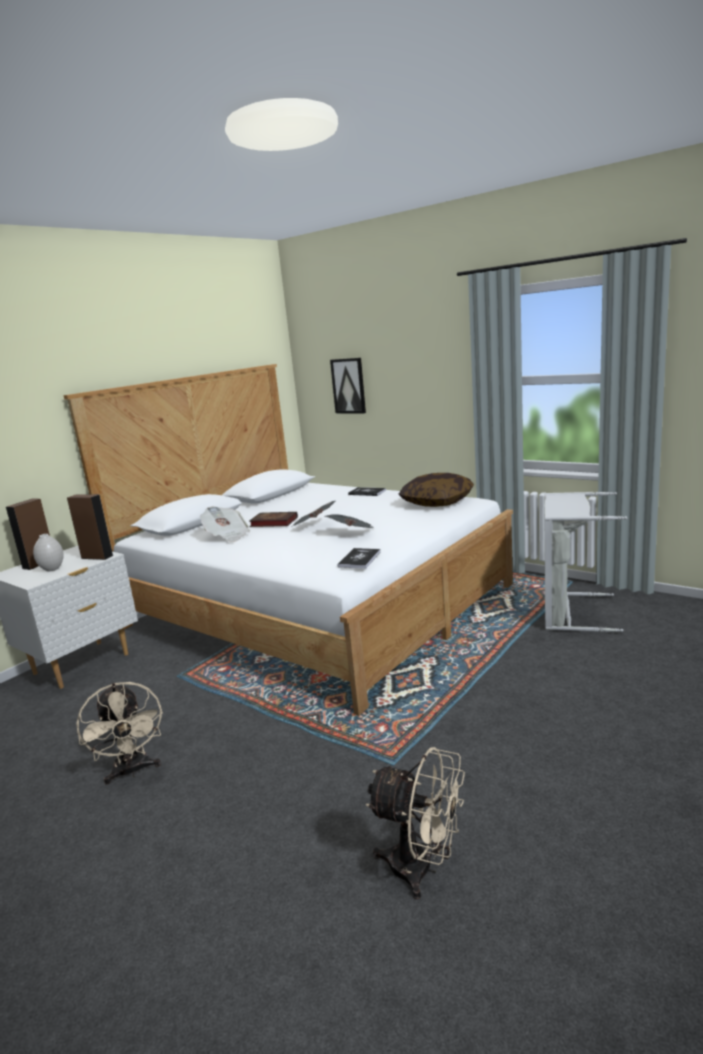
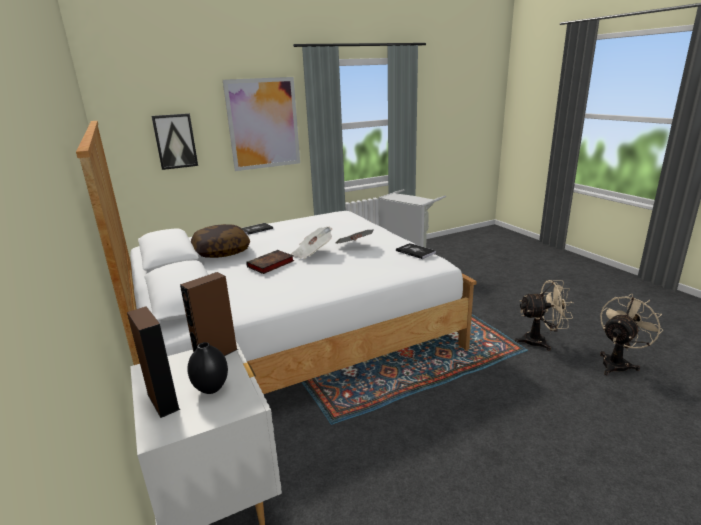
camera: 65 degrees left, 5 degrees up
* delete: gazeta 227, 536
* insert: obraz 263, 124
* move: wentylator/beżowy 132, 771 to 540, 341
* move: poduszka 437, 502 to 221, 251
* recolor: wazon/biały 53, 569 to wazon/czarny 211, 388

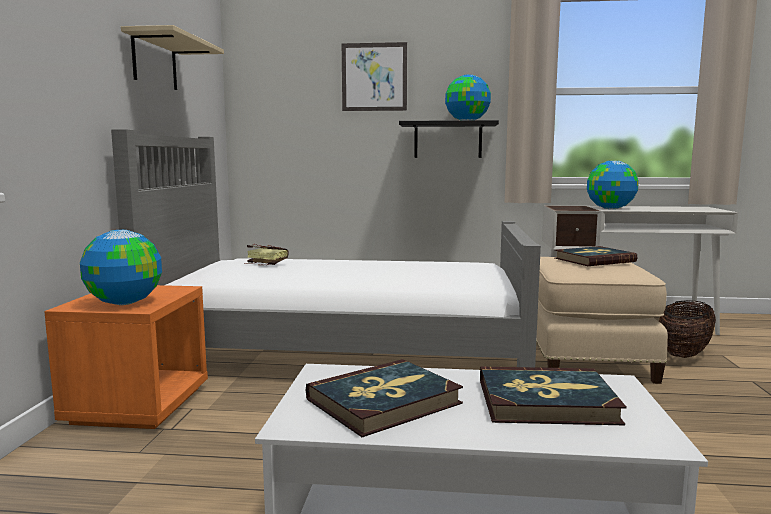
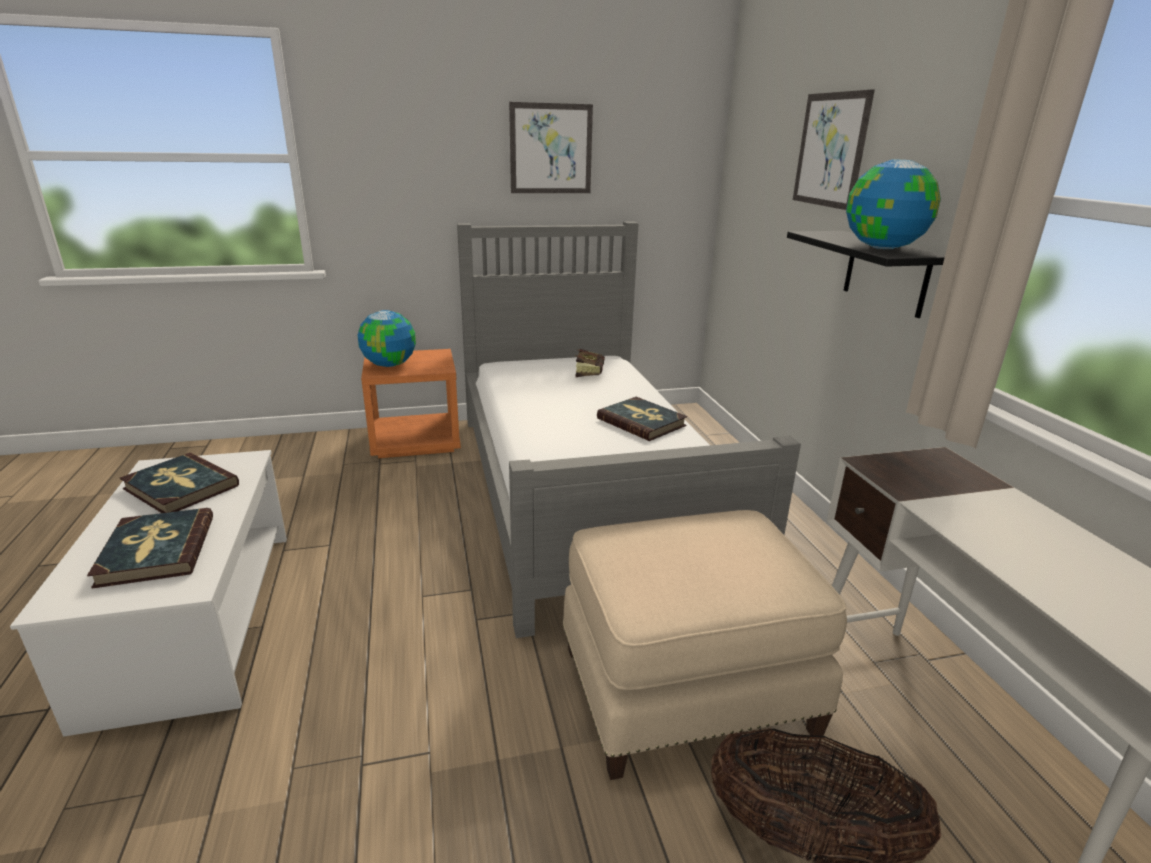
camera: 70 degrees right, 15 degrees up
* delete: globus 610, 208
* move: książka 594, 260 to 641, 422
* replace: półka/beżowy 154, 62 to obraz 551, 149

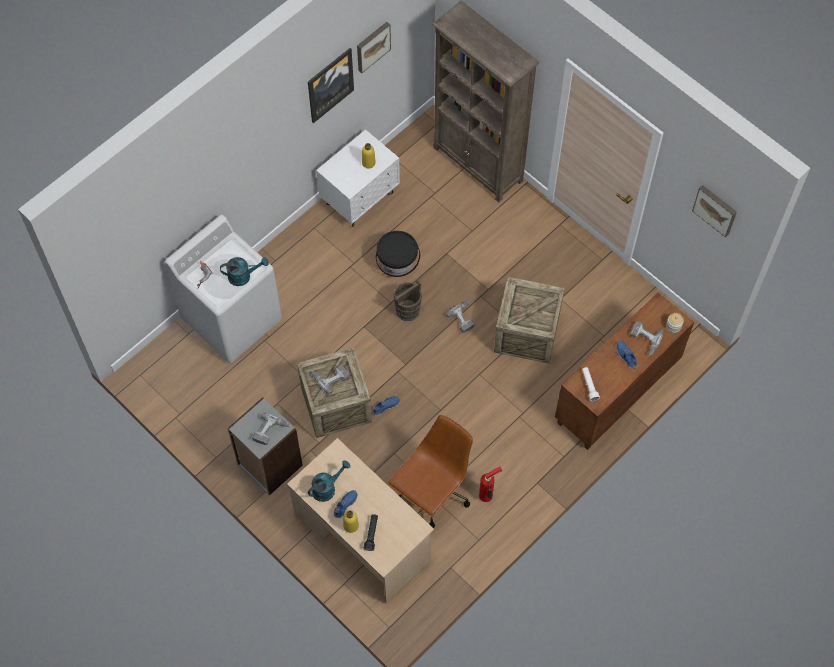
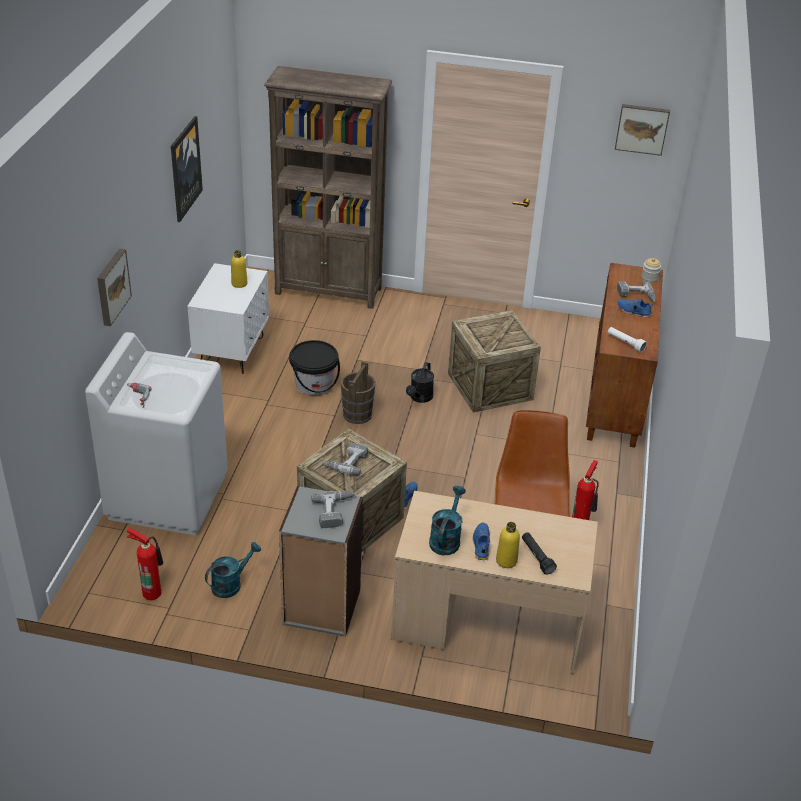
camera: 35 degrees left, 25 degrees down
* insert: gaśnica 152, 591
* move: konewka/turkusowy 243, 276 to 231, 584
* move: obraz 372, 46 to 111, 286
* replace: wiertarka 464, 317 to konewka/czarny 420, 398

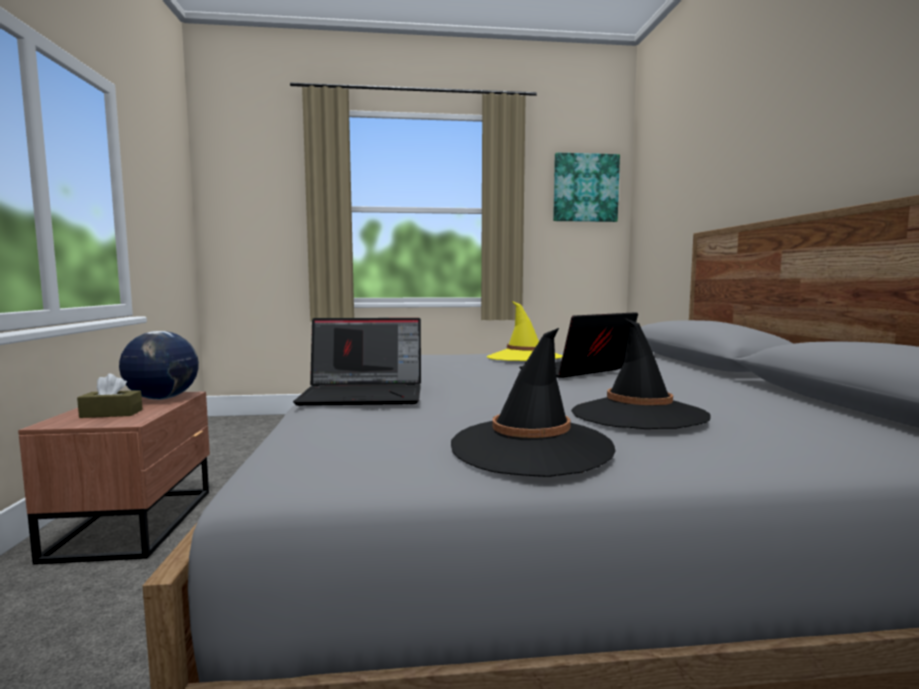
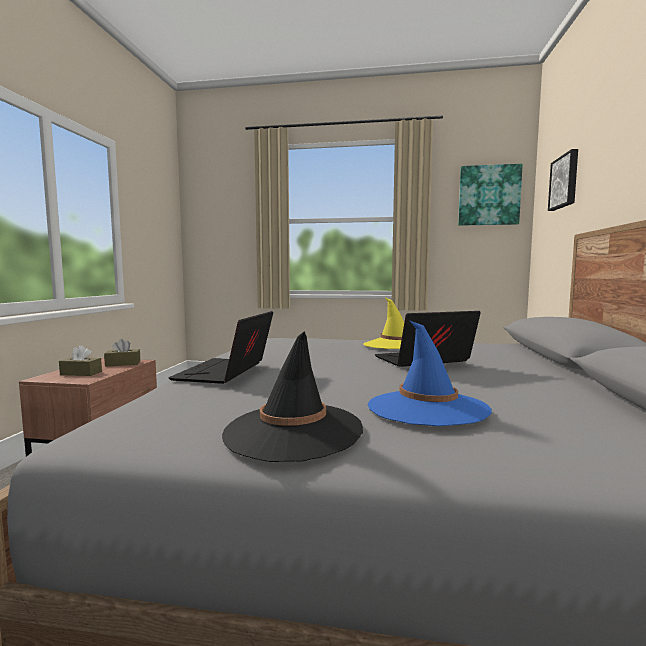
camera: 15 degrees right, 0 degrees up
* insert: obraz 565, 181
* replace: globus 163, 398 to pudełko chusteczek/brązowy 123, 364
* recolor: kapelusz/czarny 637, 415 to kapelusz/niebieski 427, 408
* rotate: laptop 365, 395 = 226, 372 90 degrees clockwise

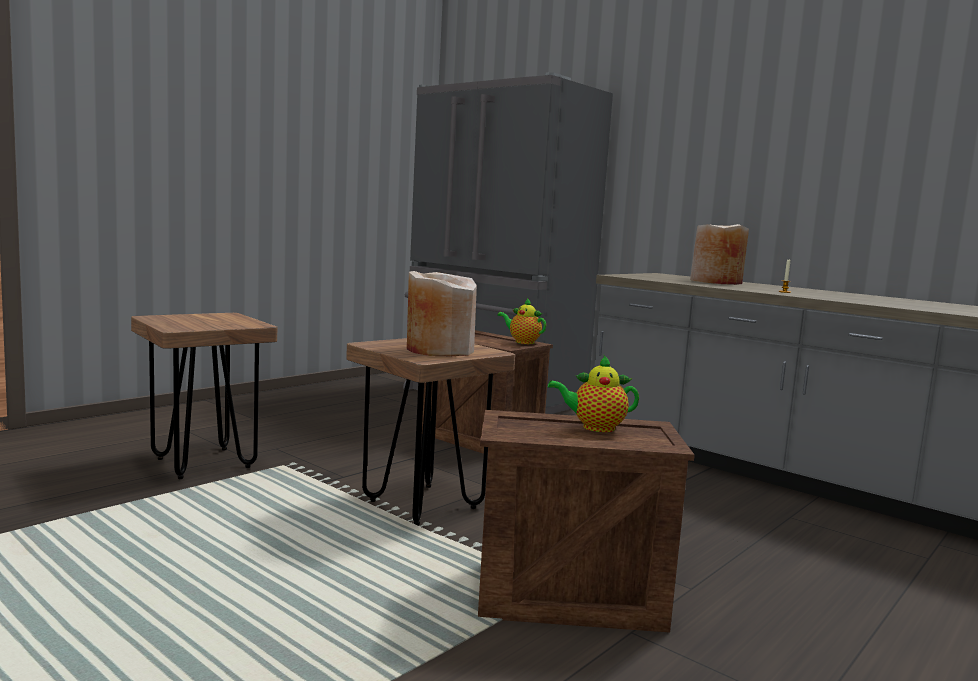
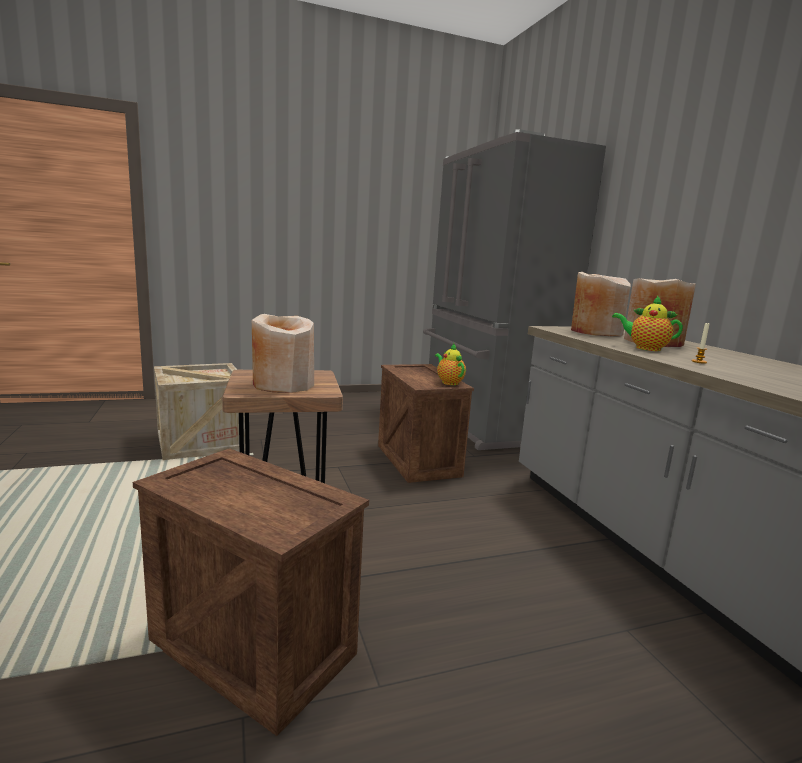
camera: 30 degrees right, 5 degrees up
* insert: wazon/beżowy 595, 332
* move: imbryk 594, 427 to 645, 348
* replace: stołek/brązowy 204, 463 to skrzynka 201, 442

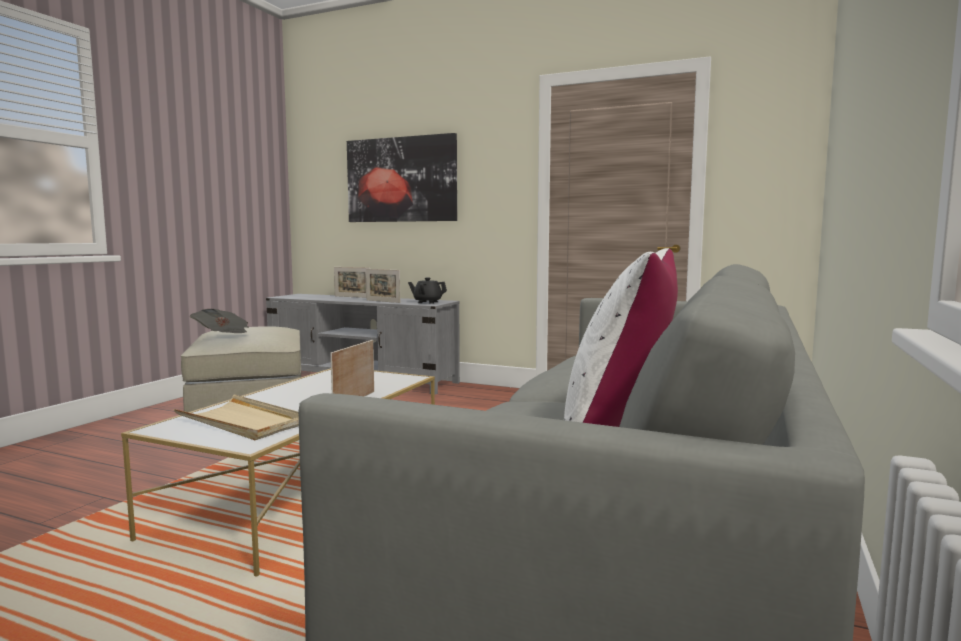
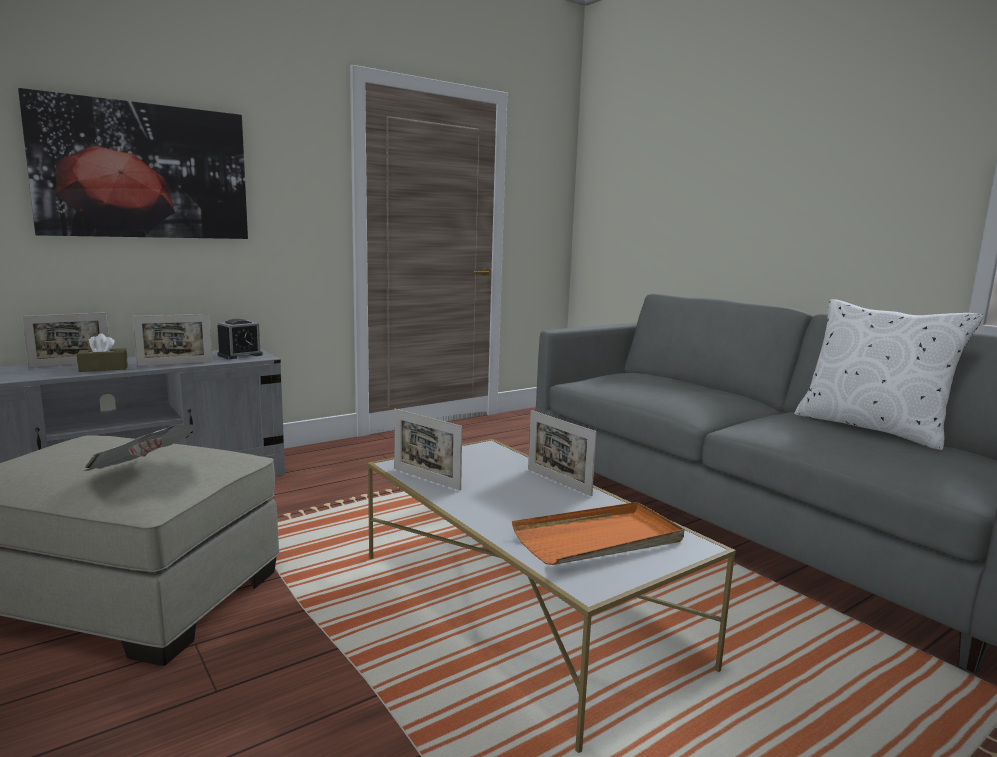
camera: 60 degrees left, 5 degrees up
* insert: pudełko chusteczek/brązowy 103, 368
* insert: ramka na zdjęcie 426, 479
* replace: imbryk/czarny 427, 302 to budzik 240, 355
* recolor: taca/beżowy 243, 422 to taca/pomarańczowy 599, 539

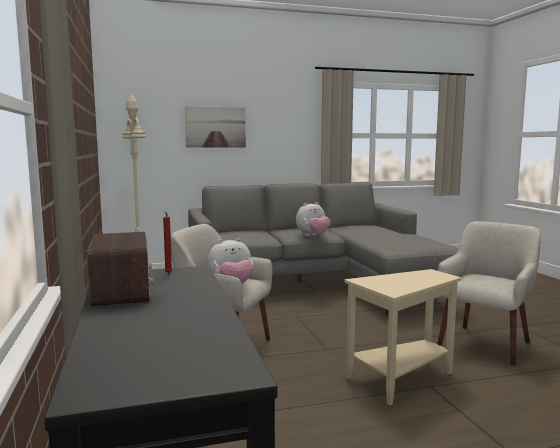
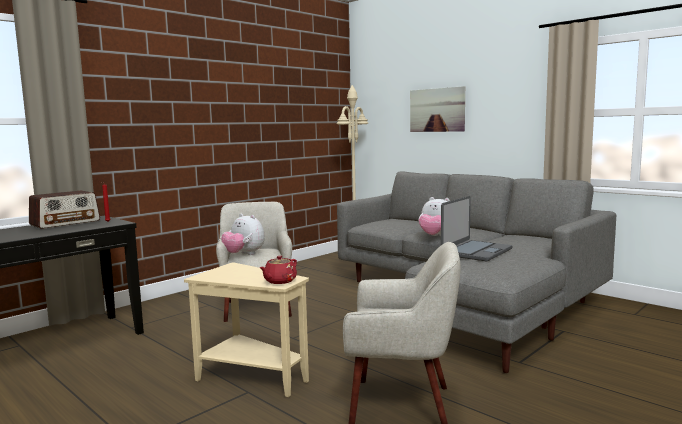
camera: 60 degrees right, 0 degrees up
* insert: imbryk/czerwony 279, 281
* insert: laptop 476, 252

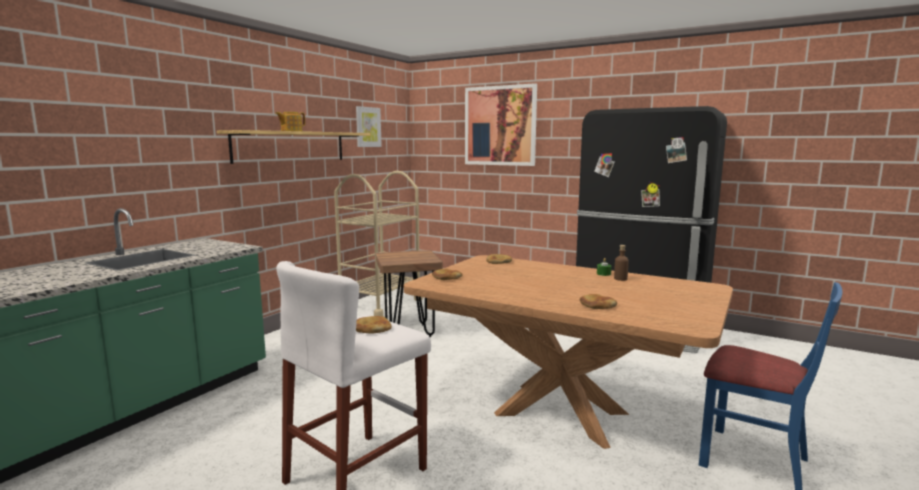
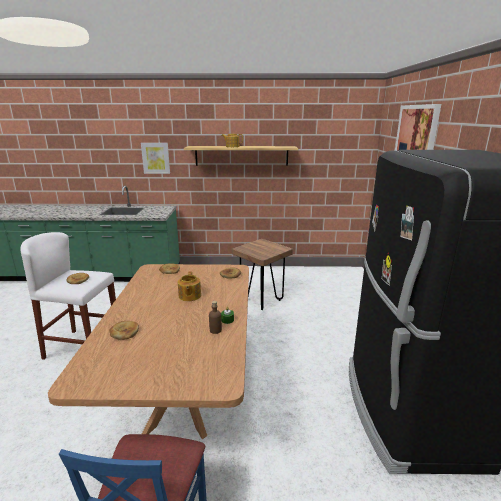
camera: 60 degrees right, 10 degrees up
* delete: wózek/beżowy 380, 304
* insert: imbryk 189, 296
* move: obraz 368, 127 to 156, 158

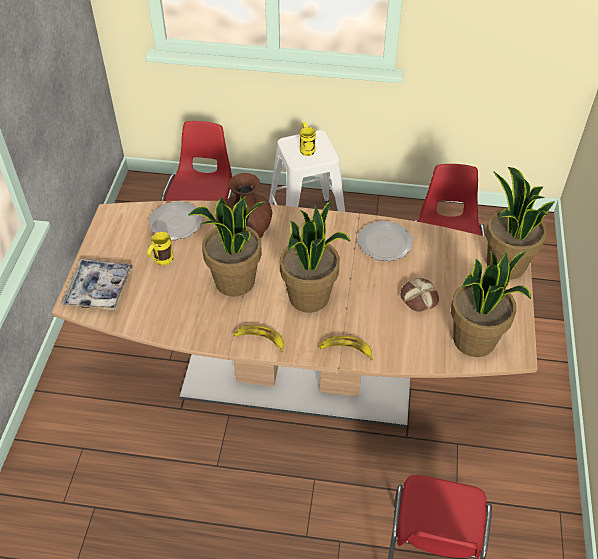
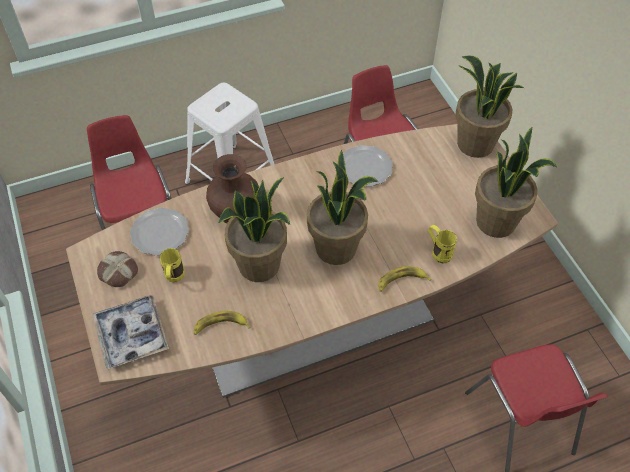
camera: 30 degrees left, 5 degrees up
* move: banan 259, 339 to 220, 326
* move: kubek/żółty 306, 148 to 438, 252
* move: chleb 418, 298 to 117, 272

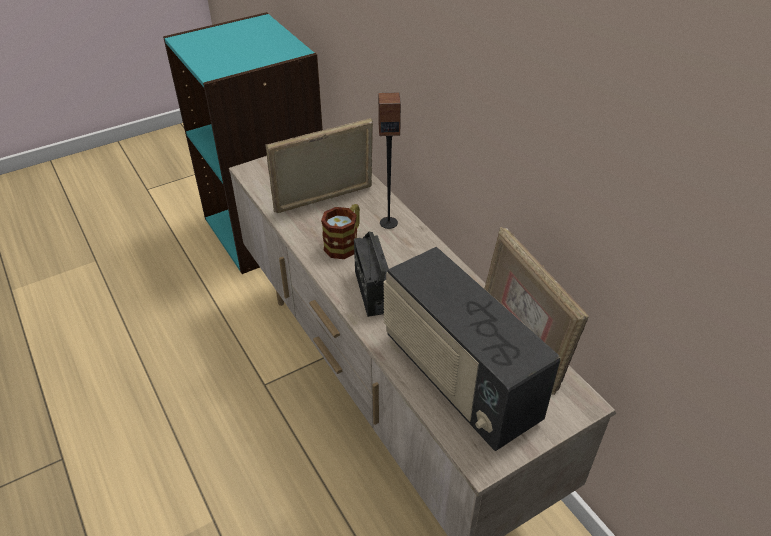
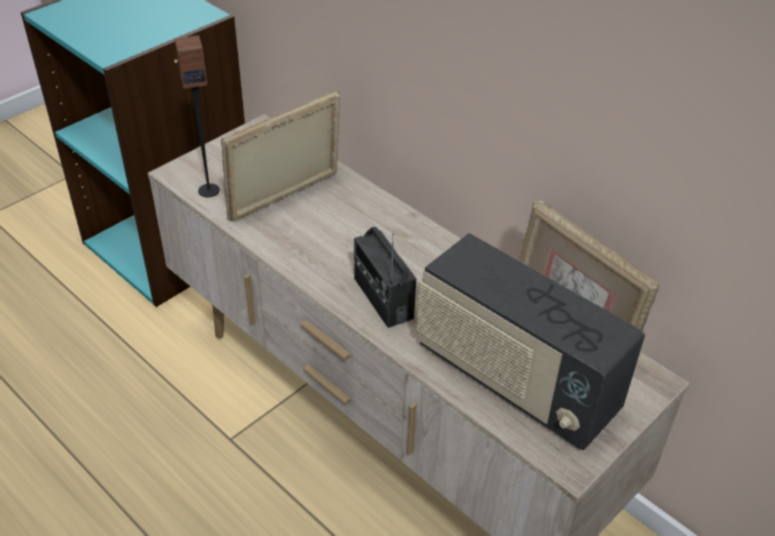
camera: 15 degrees left, 0 degrees up
* delete: kubek 345, 243
* move: głośnik 388, 222 to 209, 190

